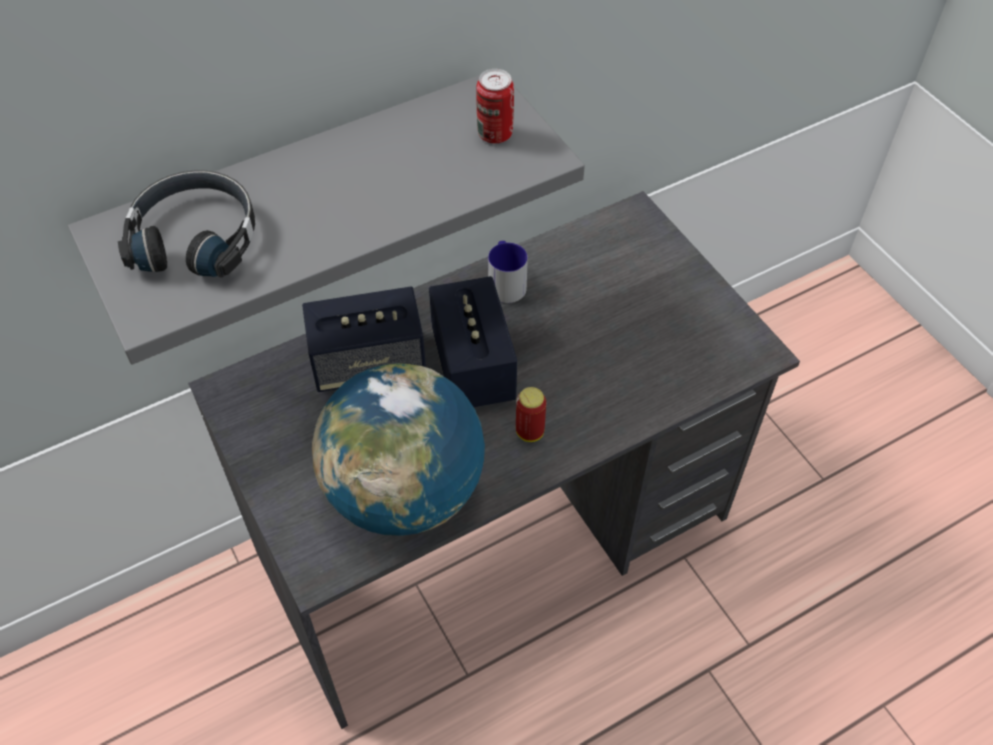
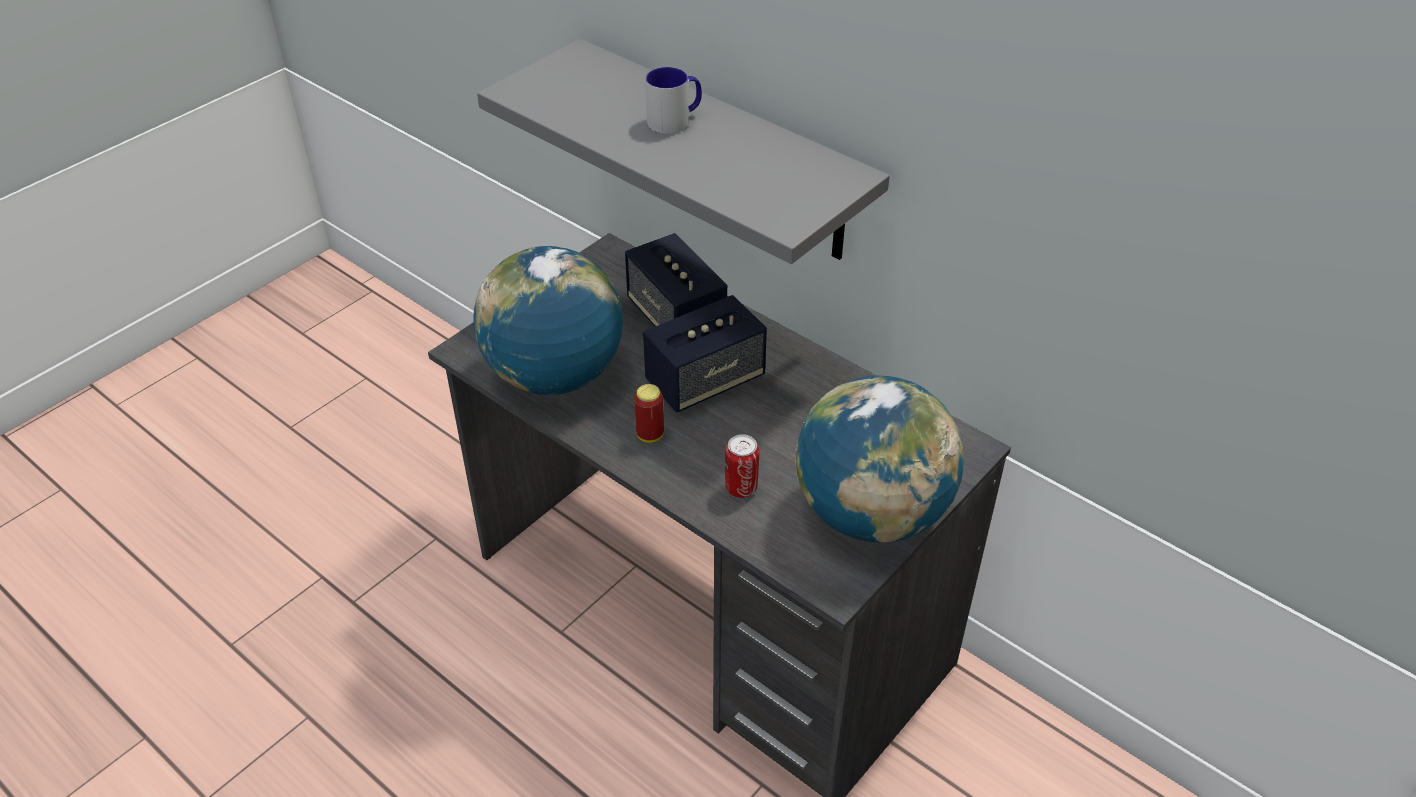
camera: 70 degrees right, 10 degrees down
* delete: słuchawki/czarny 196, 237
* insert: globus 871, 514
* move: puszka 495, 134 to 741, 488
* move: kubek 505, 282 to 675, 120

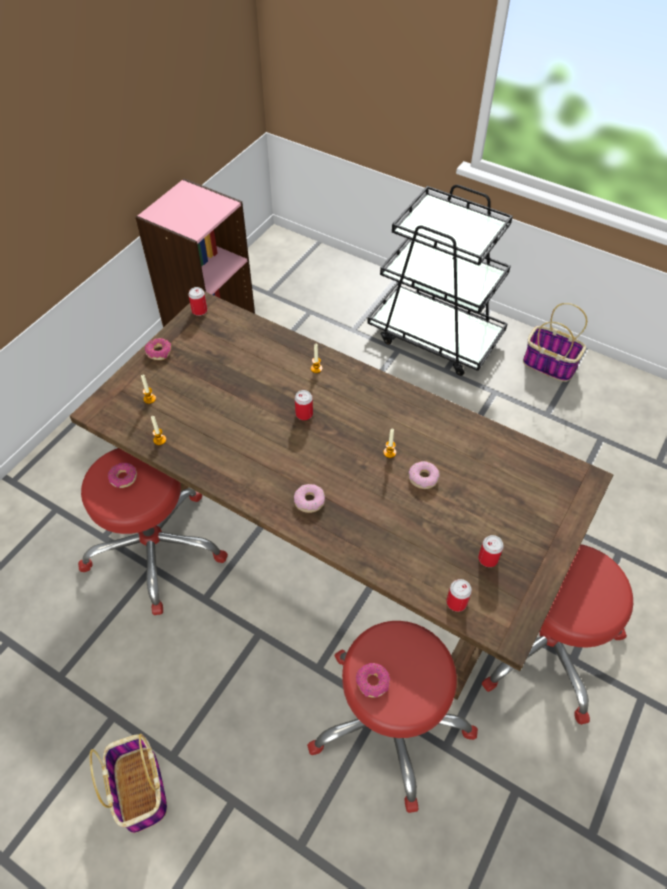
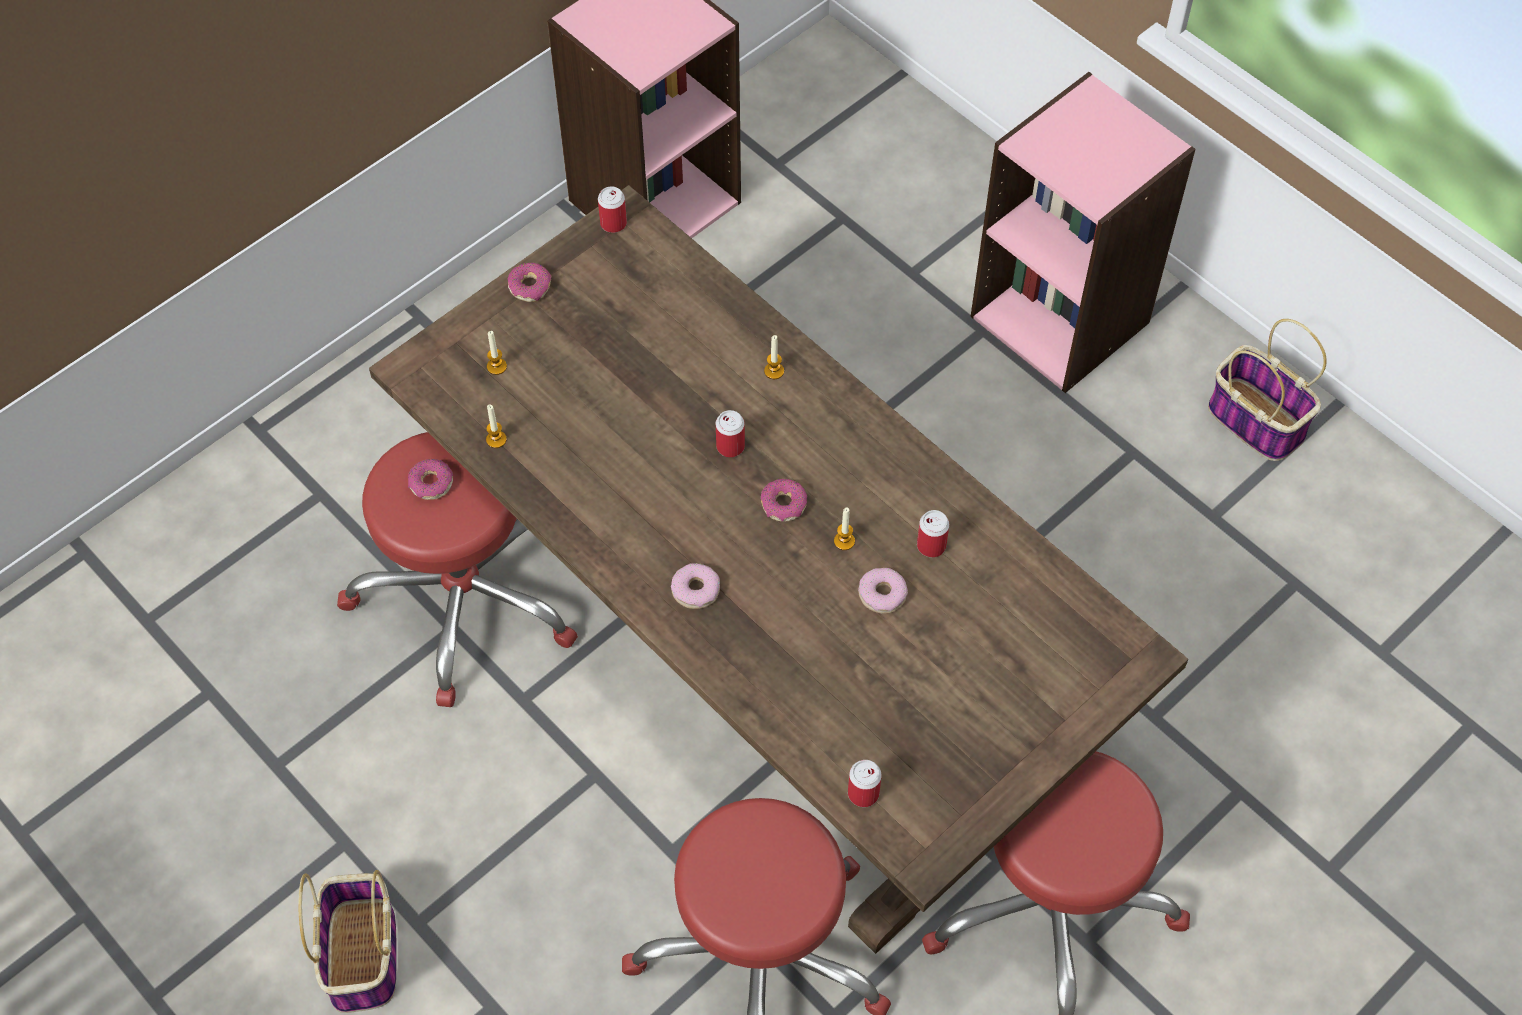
camera: 15 degrees right, 5 degrees up
* move: donut 372, 682 to 783, 505
* move: puszka 488, 559 to 931, 545
* replace: wózek/czarny 435, 336 to regał/różowy 1061, 318

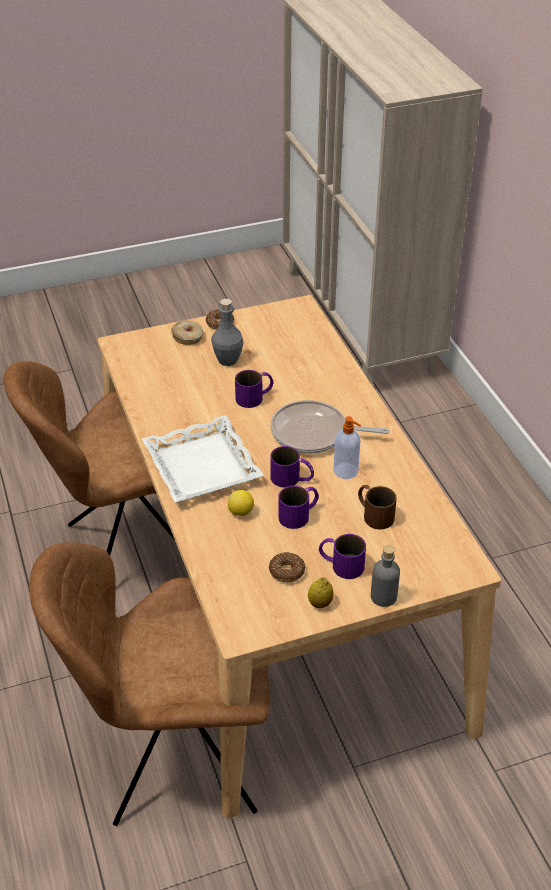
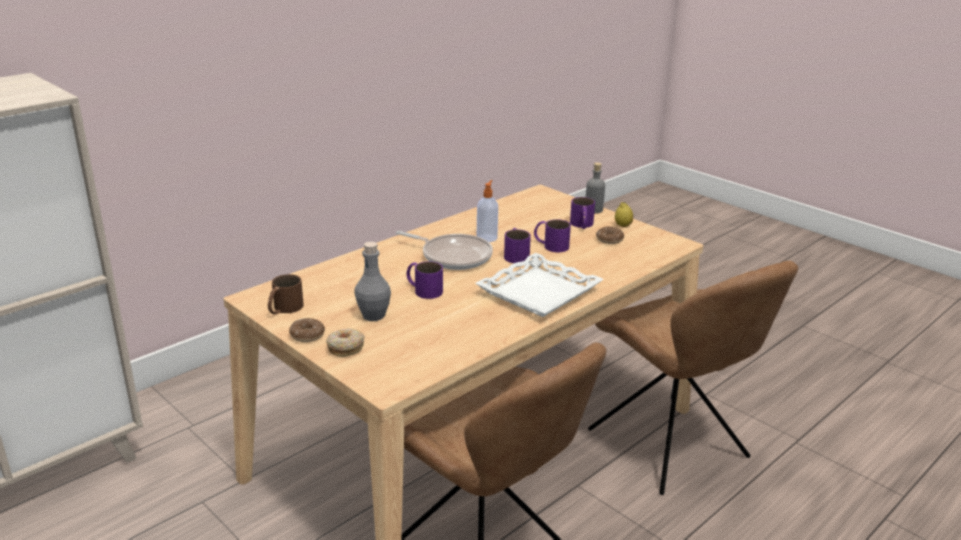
camera: 115 degrees left, 15 degrees down
* delete: cytryna 241, 512
* move: kubek/brązowy 373, 514 to 284, 309
* rotate: patelnia 314, 434 = 453, 256 45 degrees counterclockwise

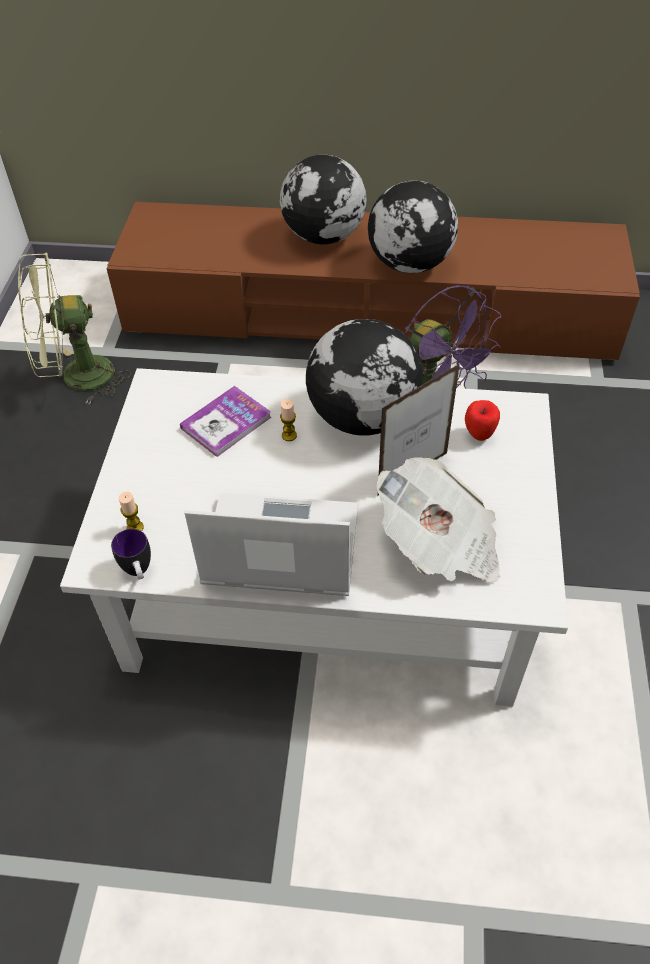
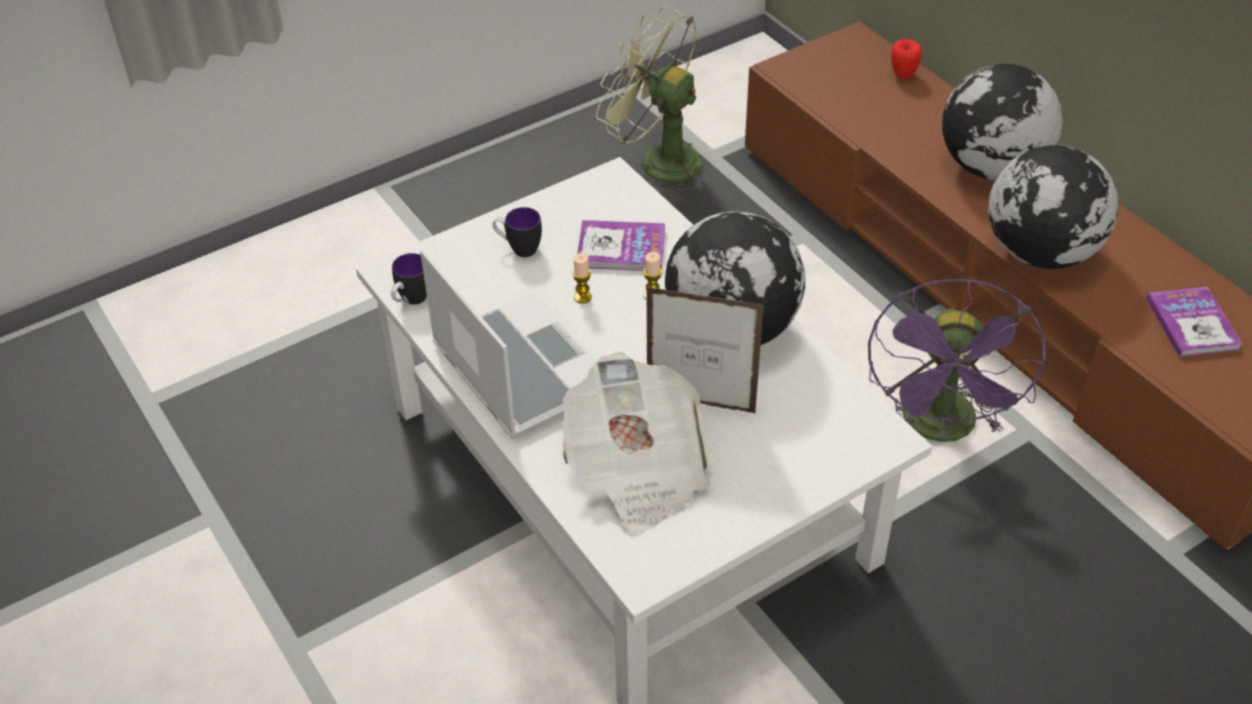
camera: 50 degrees right, 5 degrees down
* insert: kubek 518, 249
* insert: książka 1192, 324
* move: świeca 135, 527 to 582, 297
* move: jabłko 479, 435 to 903, 75

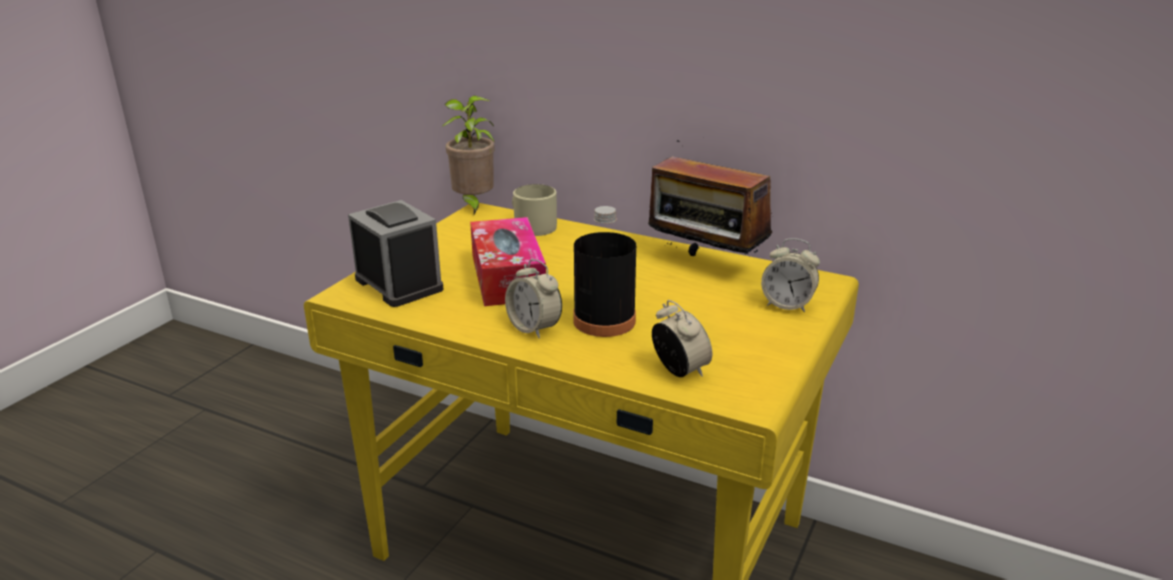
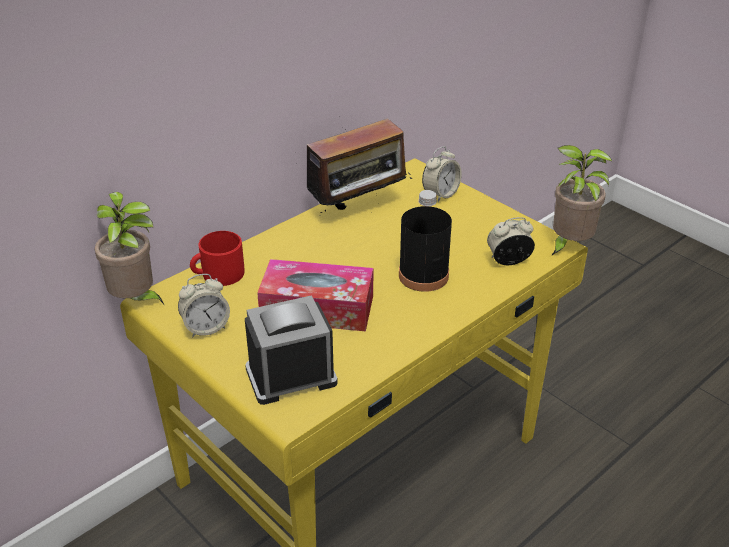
camera: 70 degrees left, 10 degrees up
* insert: roślina doniczkowa 568, 245
* move: budzik 534, 328 to 206, 327
* recolor: kubek/beżowy 531, 226 to kubek/czerwony 218, 274

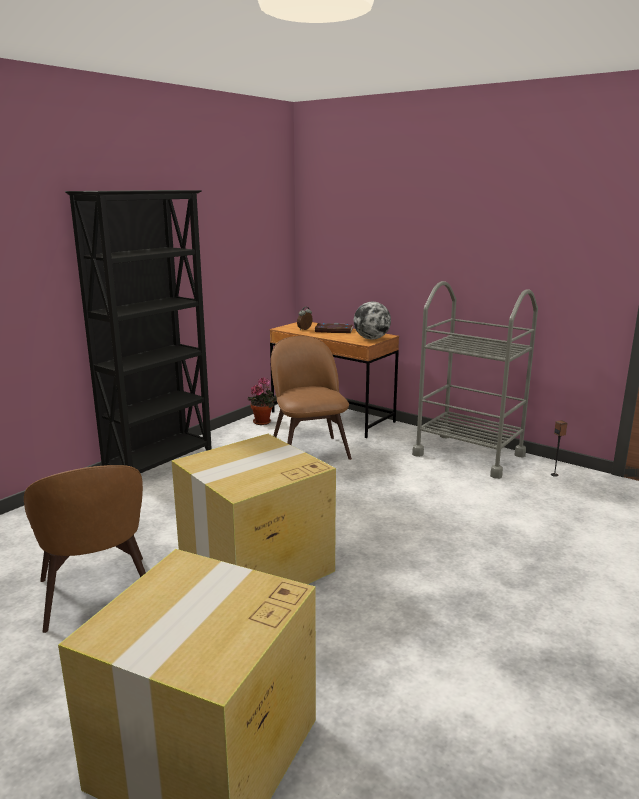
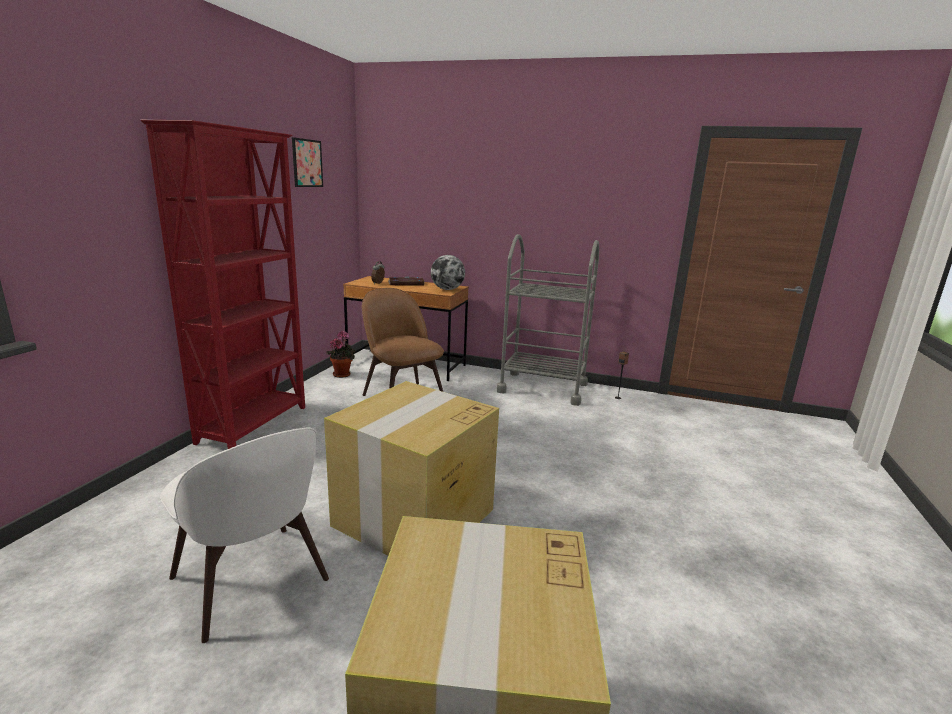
camera: 20 degrees left, 0 degrees up
* insert: obraz 307, 163
* recolor: krzesło/brązowy 97, 595 to krzesło/biały 252, 582
* recolor: regał/czarny 161, 463 to regał/czerwony 255, 424

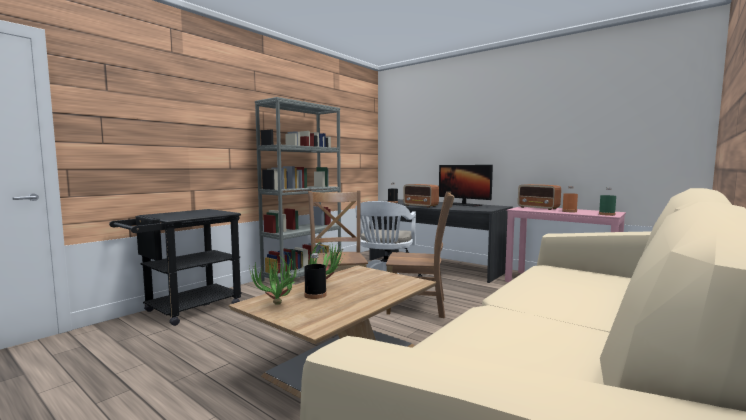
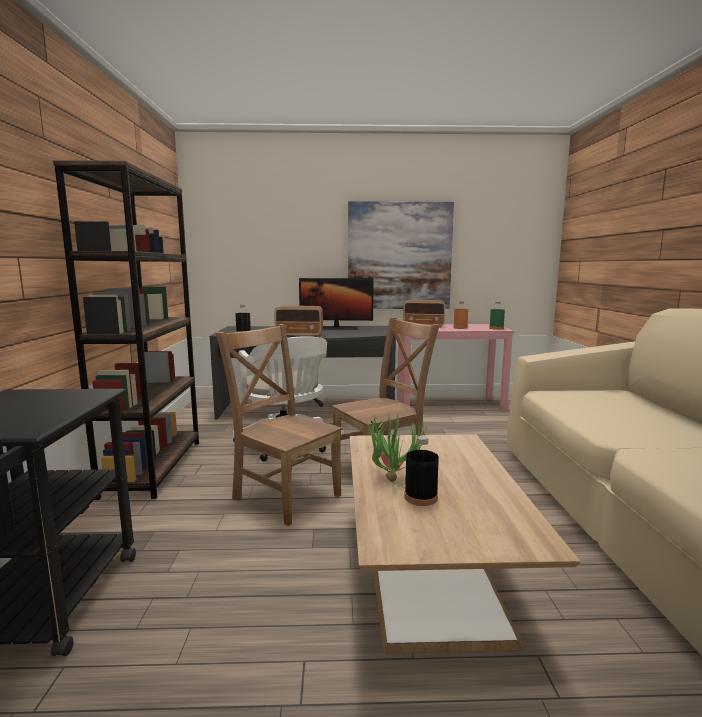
camera: 40 degrees left, 5 degrees up
* delete: roślina doniczkowa 277, 307
* insert: obraz 399, 256
* recolor: regał/szary 303, 274 to regał/brązowy 154, 467

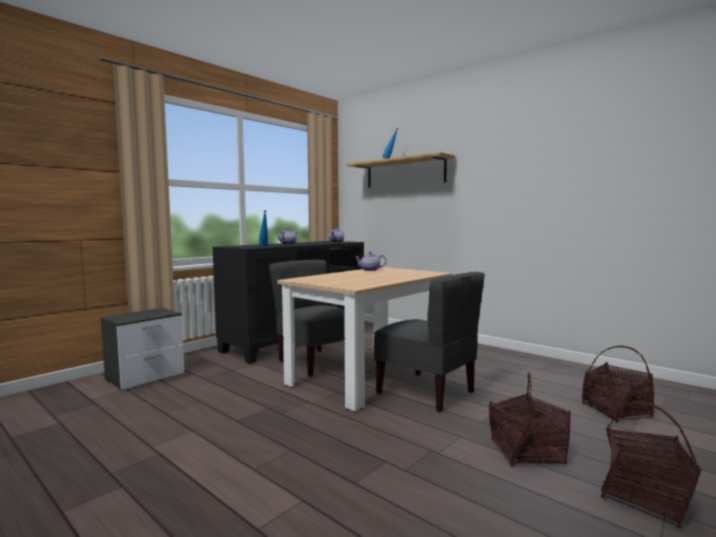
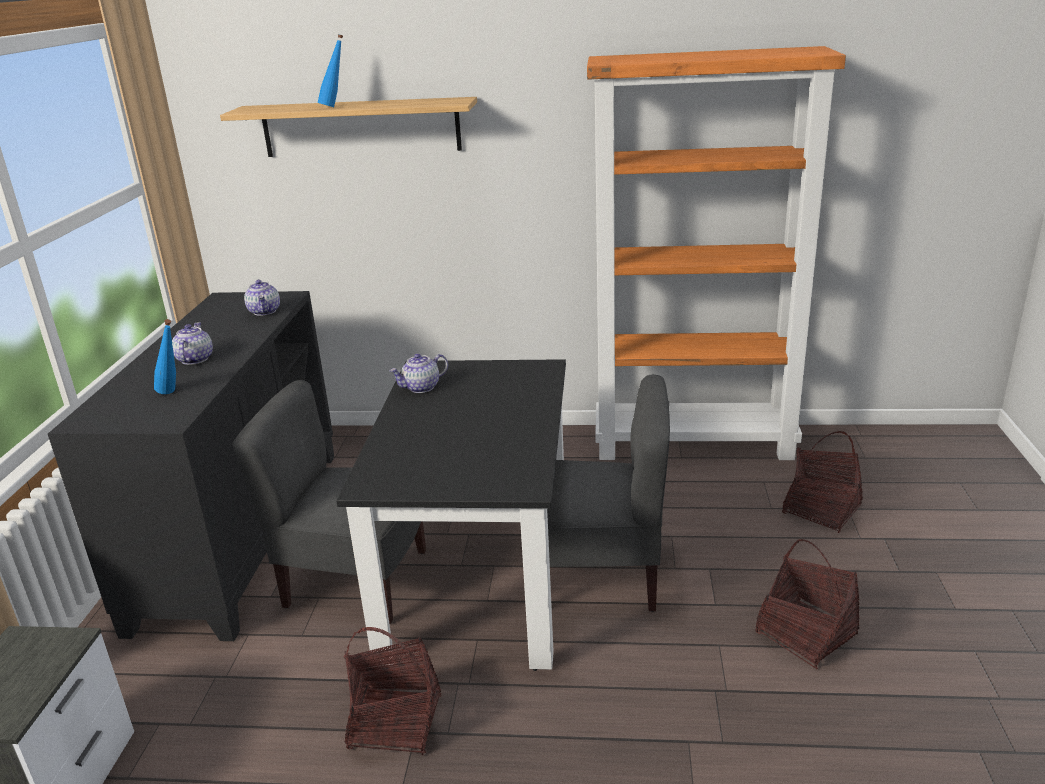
camera: 35 degrees left, 20 degrees up
* insert: regał/pomarańczowy 694, 443
* move: koszyk 645, 499 to 395, 723
* recolor: stół jadalny/beżowy 369, 376 to stół jadalny/czarny 480, 576

